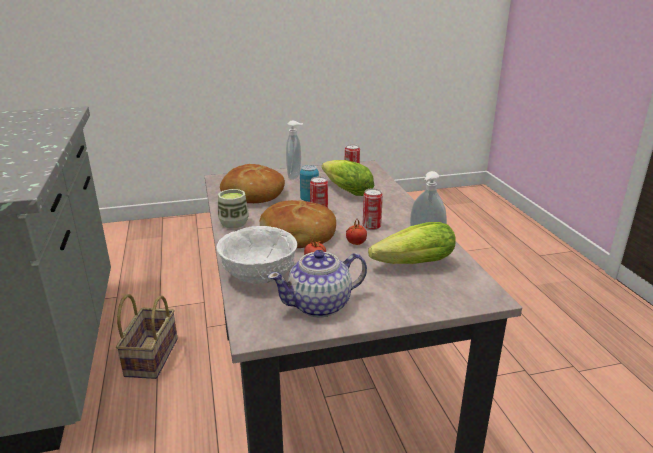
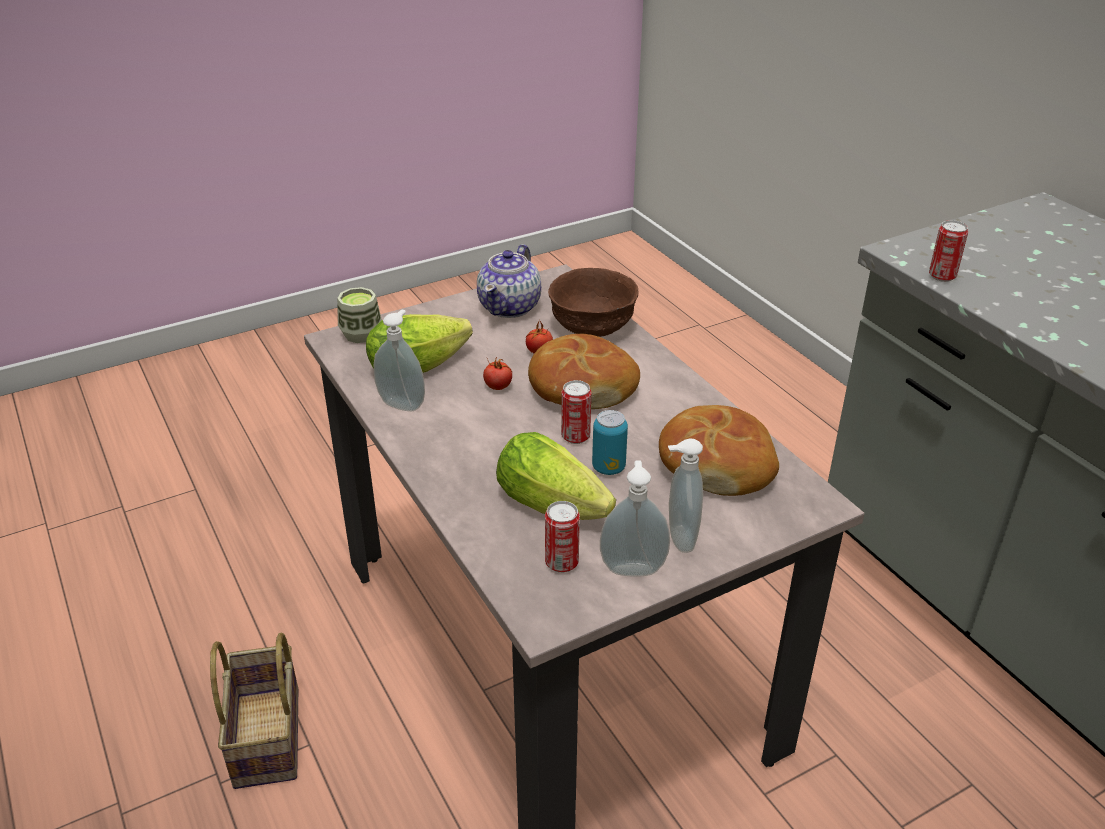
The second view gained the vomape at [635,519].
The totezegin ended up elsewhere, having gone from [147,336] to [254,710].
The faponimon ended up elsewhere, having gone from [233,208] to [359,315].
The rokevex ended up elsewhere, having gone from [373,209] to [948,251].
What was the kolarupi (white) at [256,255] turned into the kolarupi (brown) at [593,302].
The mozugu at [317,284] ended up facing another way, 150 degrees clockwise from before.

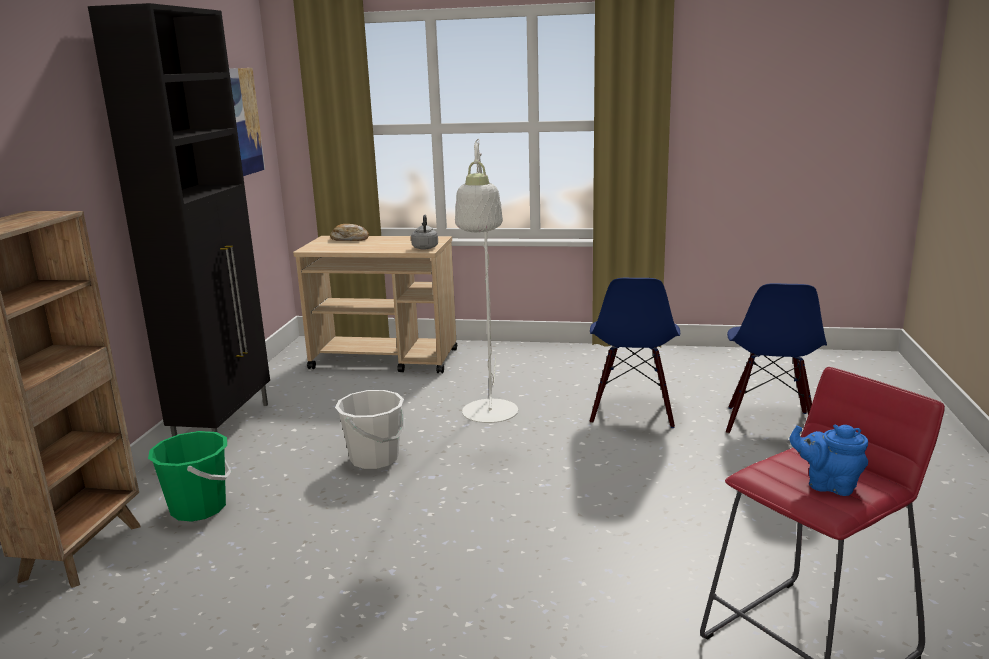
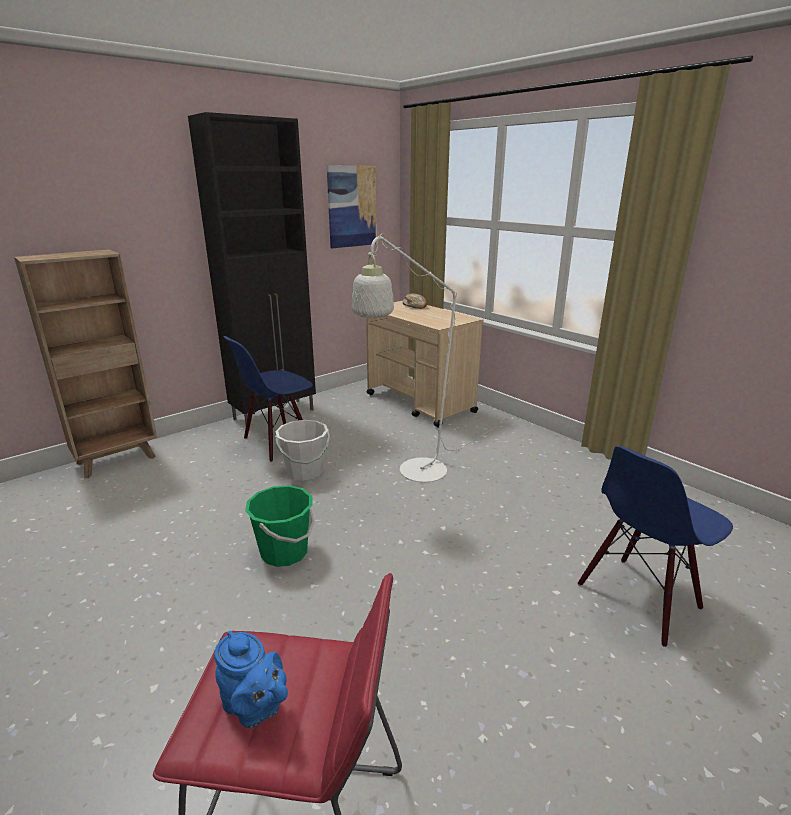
The second view lost the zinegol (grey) at [424,232].
The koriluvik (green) ended up elsewhere, having gone from [190,476] to [279,526].
The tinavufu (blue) ended up elsewhere, having gone from [634,353] to [268,399].
The mozugu (blue) at [829,460] ended up facing another way, 150 degrees clockwise from before.

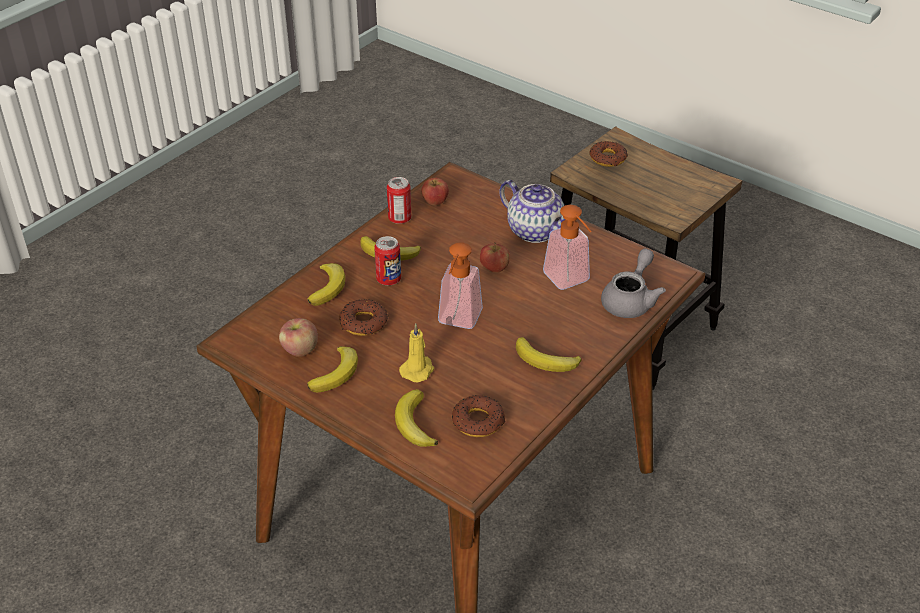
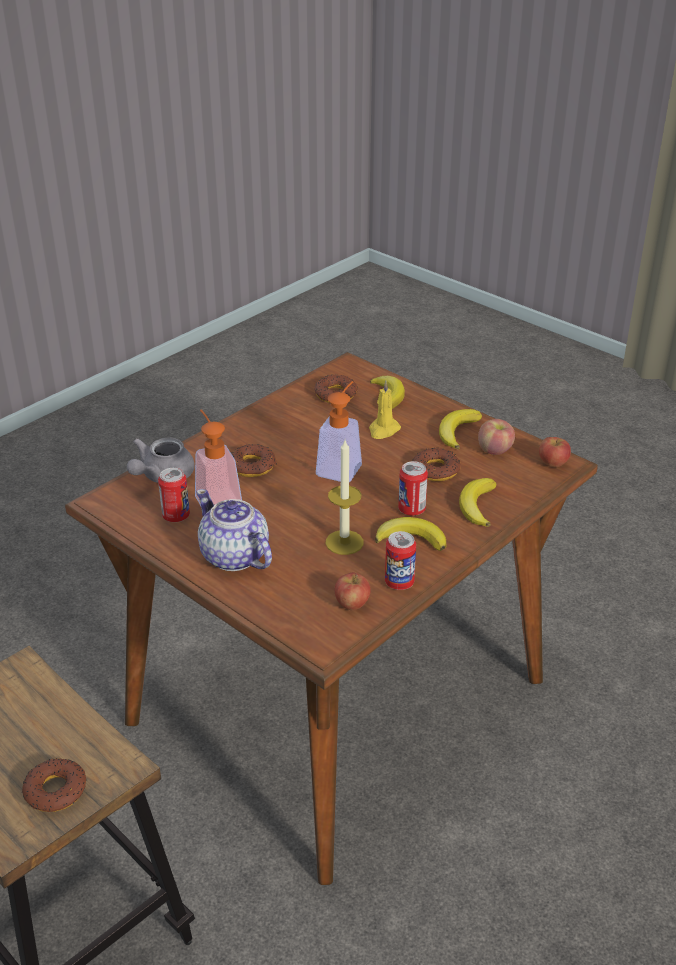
The second view lost the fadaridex at [549,354].
The second view gained the rokevex at [174,495].
The second view gained the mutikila at [254,460].
The second view gained the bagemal at [344,497].
The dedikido ended up elsewhere, having gone from [495,257] to [555,452].

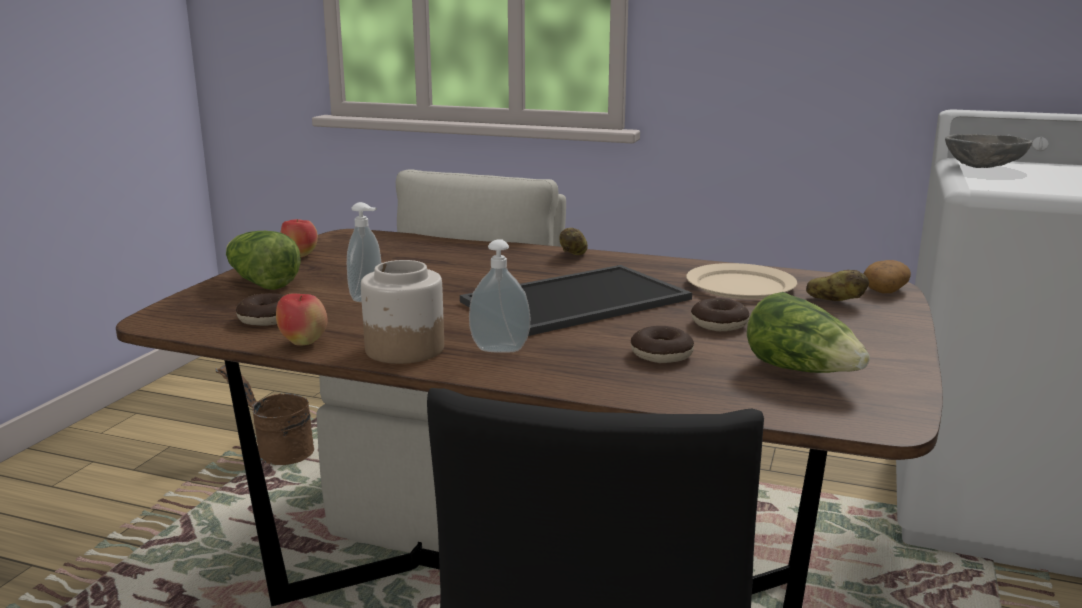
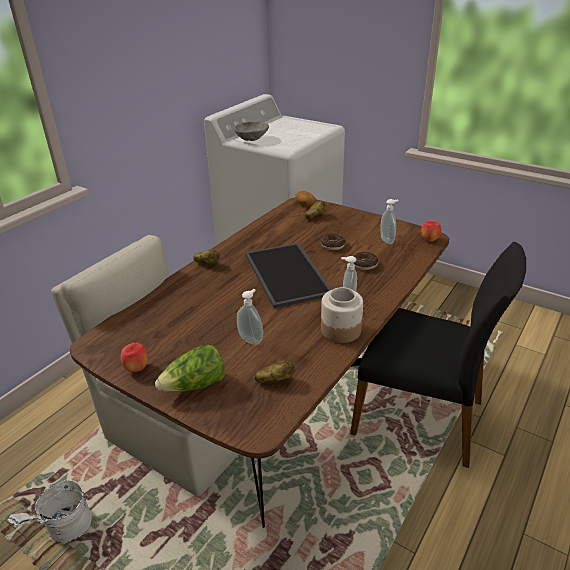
The second view lost the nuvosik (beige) at [741,281].
The dedikido ended up elsewhere, having gone from [302,319] to [431,231].
Where the mutikila stood at [260,309], the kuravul came to stand at [274,371].
Where the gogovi stood at [808,332], the vomape came to stand at [389,221].
What was the koriluvik (brown) at [264,415] turned into the koriluvik (white) at [50,512].

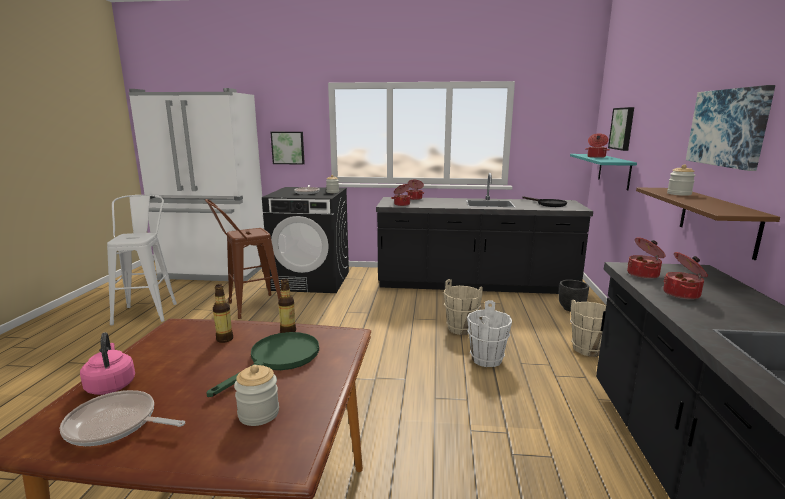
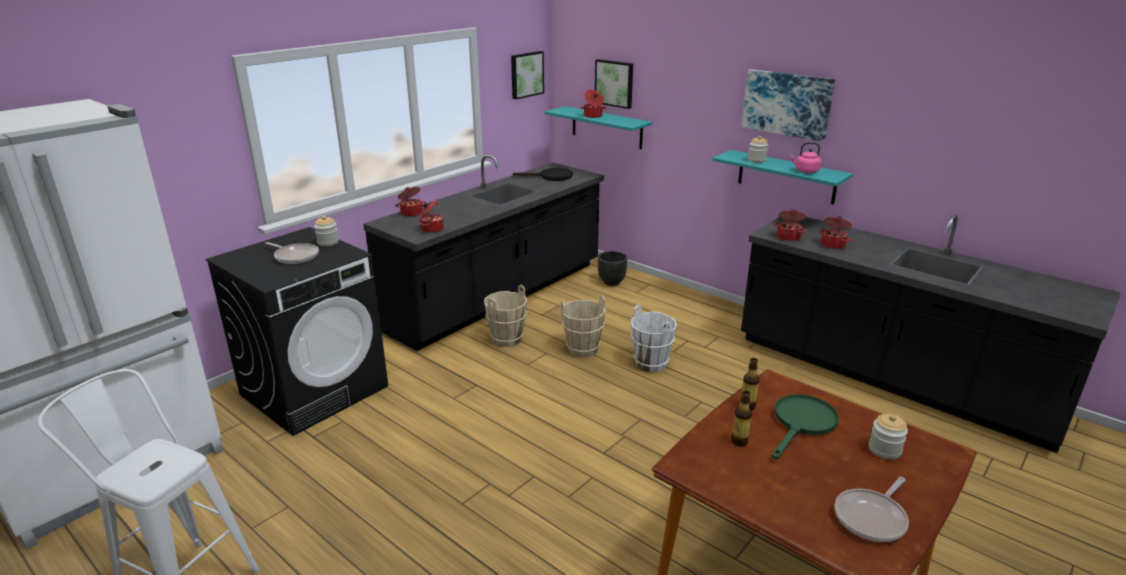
The second view lost the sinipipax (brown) at [243,259].
The zinegol (pink) ended up elsewhere, having gone from [107,363] to [805,157].
The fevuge ended up elsewhere, having gone from [287,148] to [527,75].
The koriluvik (beige) ended up elsewhere, having gone from [588,328] to [505,316].
What was the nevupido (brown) at [708,223] turned into the nevupido (turquoise) at [782,177].
The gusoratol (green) at [262,364] ended up facing another way, 60 degrees clockwise from before.

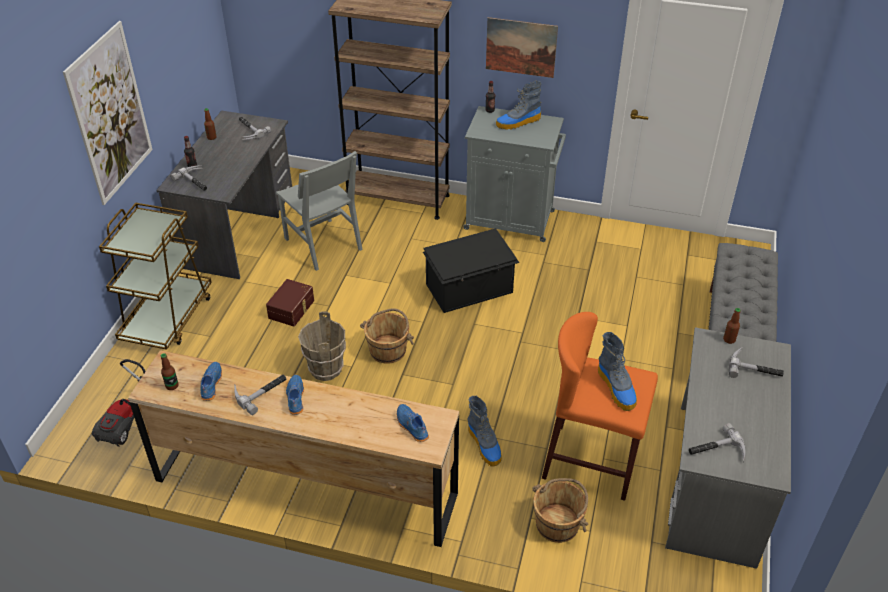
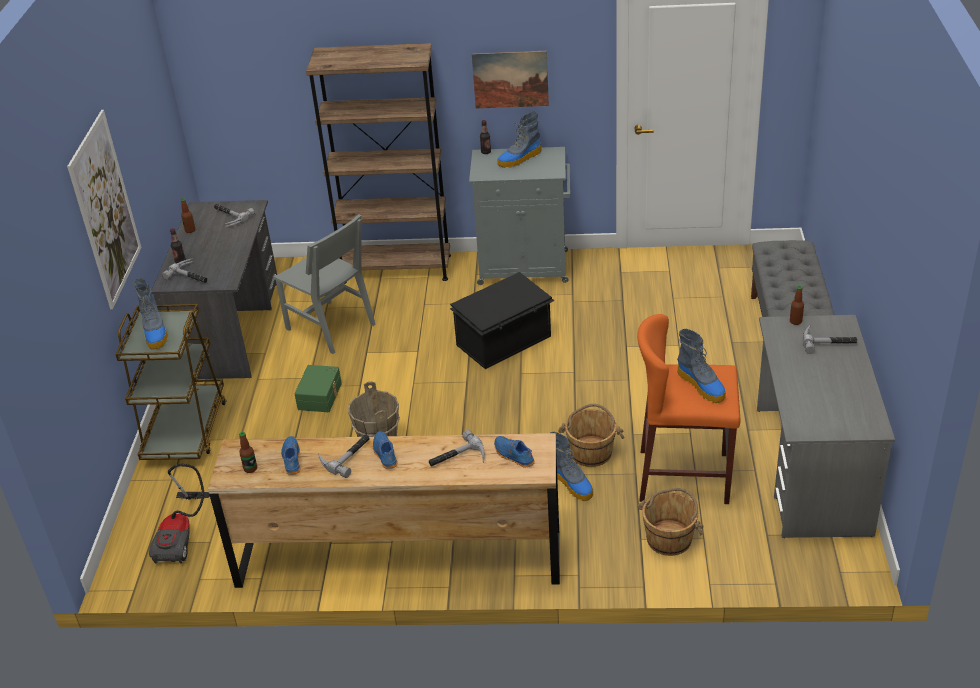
The second view gained the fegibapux at [150,314].
The koriluvik (brown) ended up elsewhere, having gone from [387,336] to [591,435].
The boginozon ended up elsewhere, having gone from [717,442] to [457,448].
What was the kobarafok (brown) at [290,303] turned into the kobarafok (green) at [318,388].

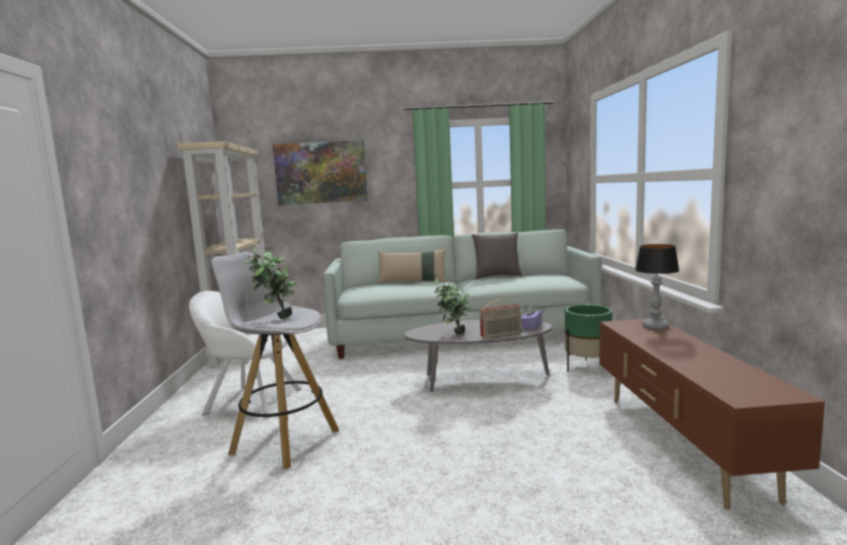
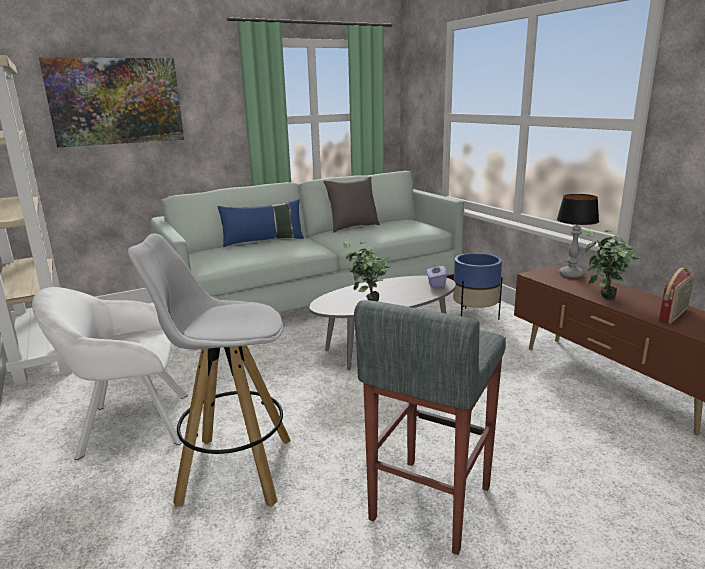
The second view gained the sinipipax (grey) at [430,427].
The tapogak ended up elsewhere, having gone from [270,283] to [612,264].
The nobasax ended up elsewhere, having gone from [500,319] to [676,296].
What was the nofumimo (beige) at [412,266] turned into the nofumimo (blue) at [260,223].
What was the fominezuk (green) at [588,338] turned into the fominezuk (blue) at [477,286].

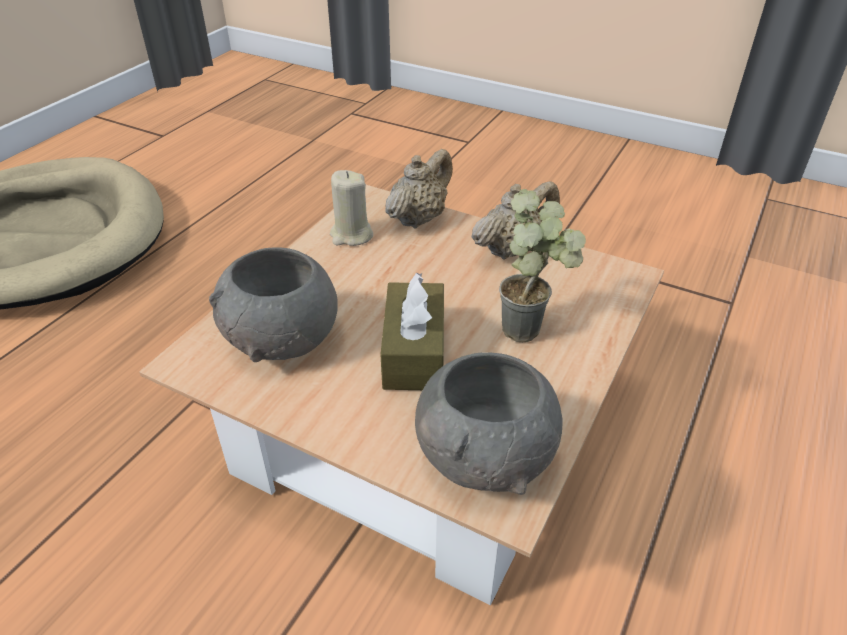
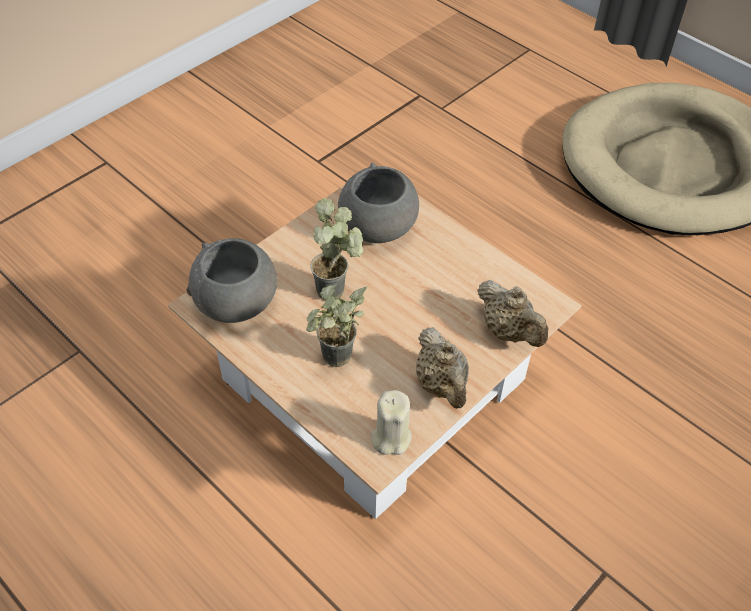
The bagemal (beige) ended up elsewhere, having gone from [351,208] to [391,422].
Where the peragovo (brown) stood at [412,331], the tapogak came to stand at [336,249].

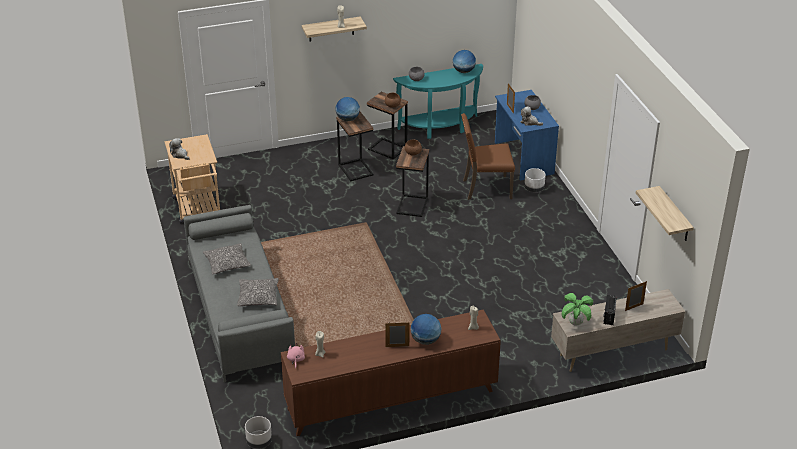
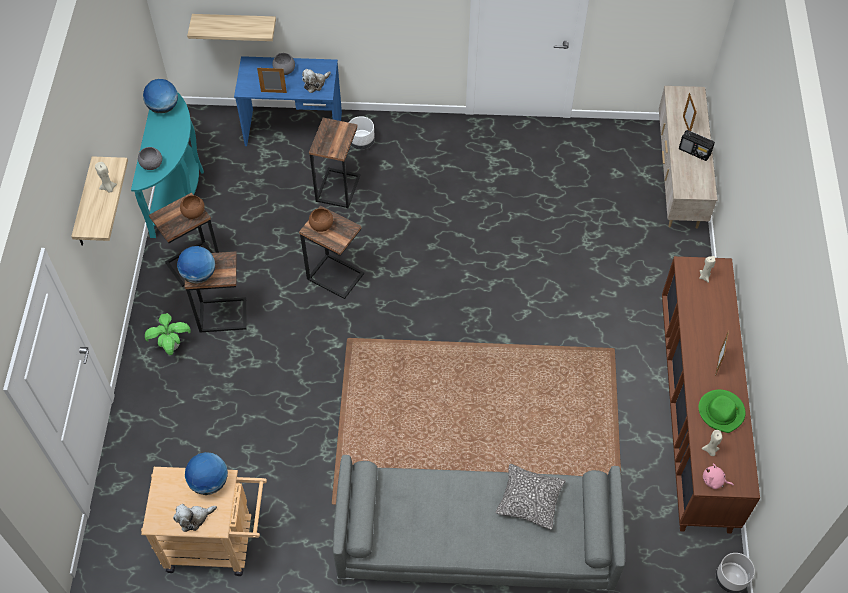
The second view lost the nofumimo at [227,258].
The second view gained the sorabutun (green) at [722,411].
The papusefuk ended up elsewhere, having gone from [426,329] to [206,473].
The tapogak ended up elsewhere, having gone from [577,309] to [167,334].
The nevupido ended up elsewhere, having gone from [665,213] to [231,27].
Where the tinavufu (brown) stood at [488,156], the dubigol came to stand at [334,163].

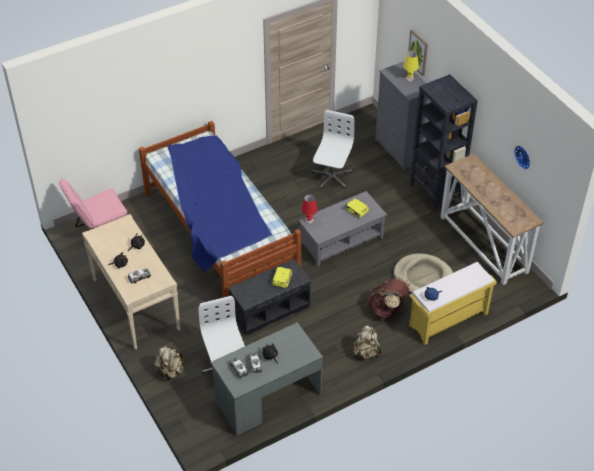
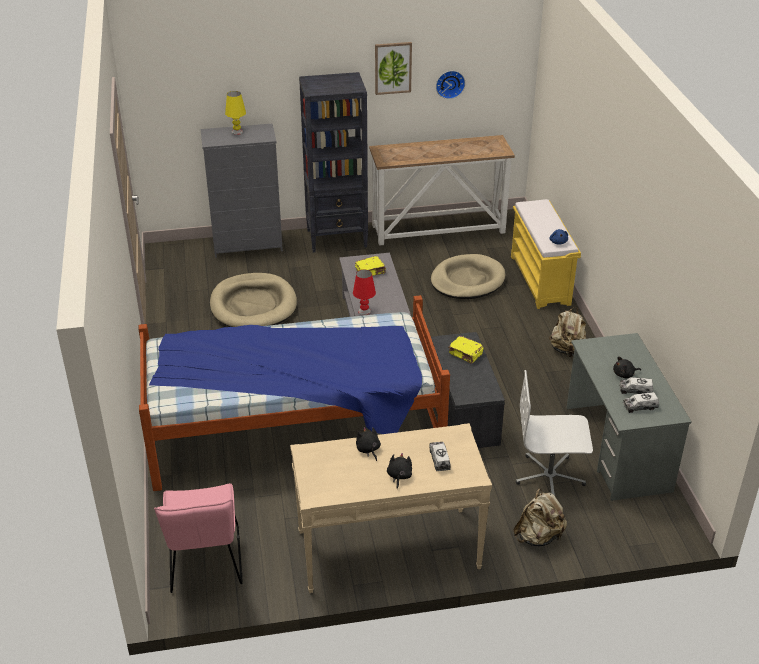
The second view lost the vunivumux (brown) at [389,298].
The fevuge ended up elsewhere, having gone from [418,53] to [393,68].
Where the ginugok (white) stood at [333,149], the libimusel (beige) came to stand at [253,300].

